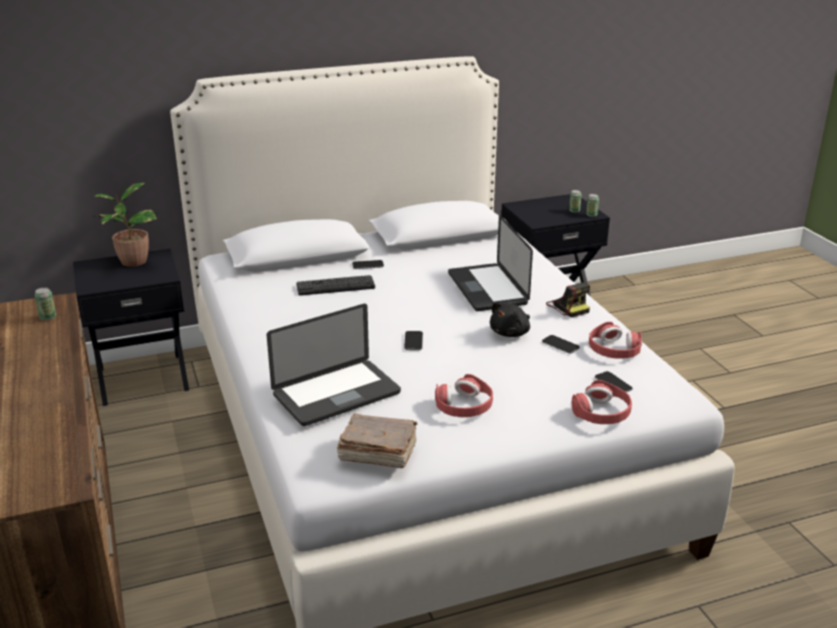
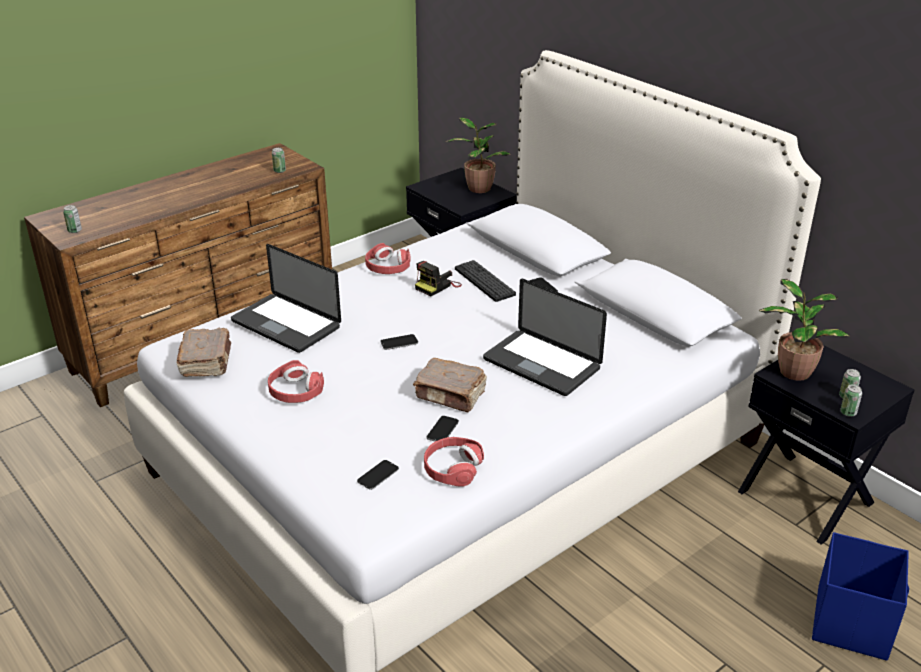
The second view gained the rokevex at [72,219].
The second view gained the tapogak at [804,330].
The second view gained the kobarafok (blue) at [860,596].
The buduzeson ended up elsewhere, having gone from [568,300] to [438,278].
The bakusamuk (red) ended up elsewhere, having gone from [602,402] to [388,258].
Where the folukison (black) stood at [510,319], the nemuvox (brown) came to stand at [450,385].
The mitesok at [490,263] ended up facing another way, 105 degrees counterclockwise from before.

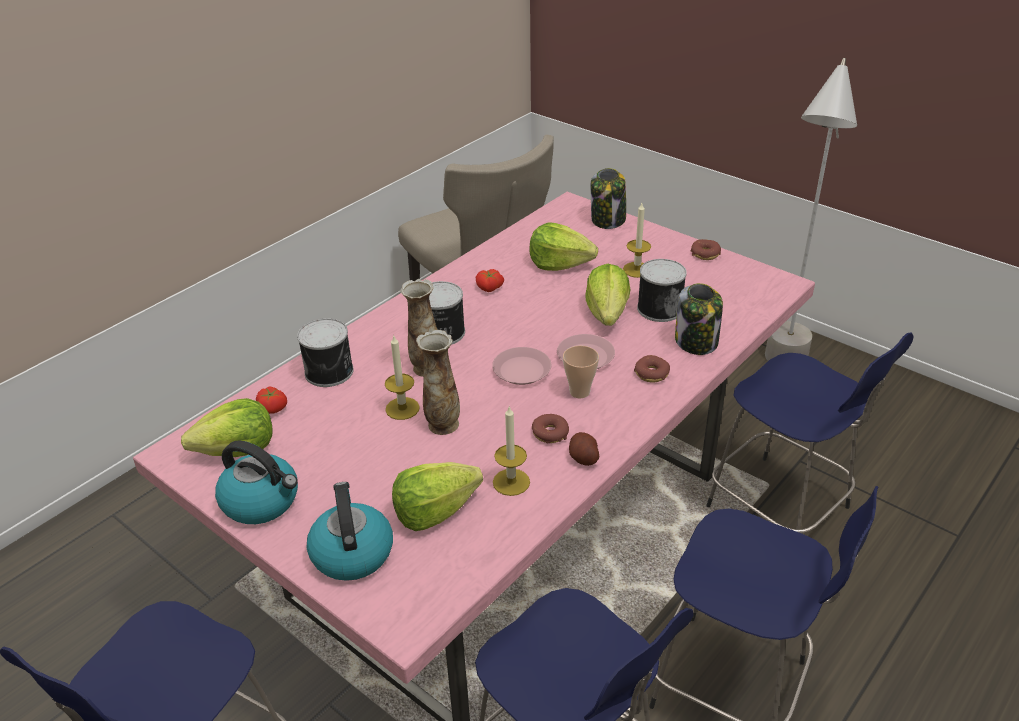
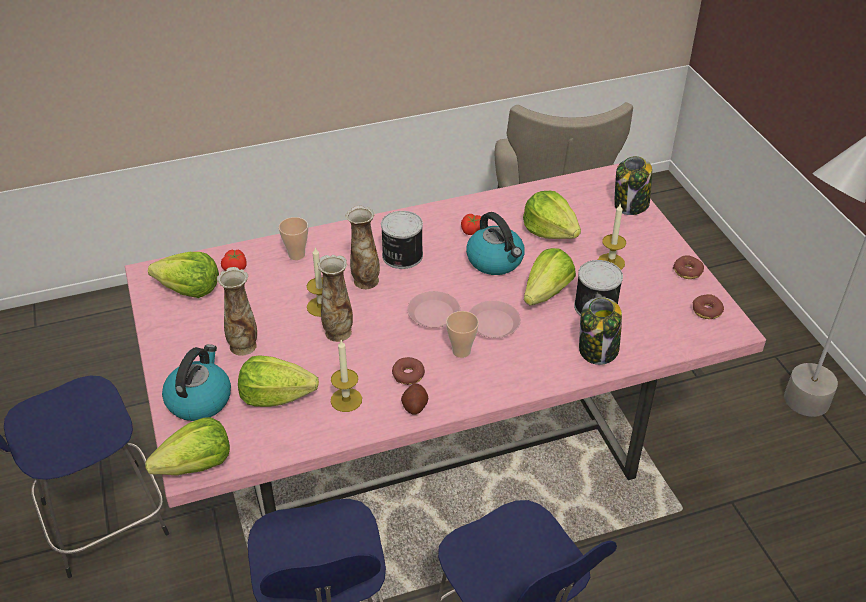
The second view lost the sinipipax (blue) at [810,433].
The second view gained the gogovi at [187,446].
The second view gained the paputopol at [237,311].
The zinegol ended up elsewhere, having gone from [256,482] to [495,243].
The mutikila ended up elsewhere, having gone from [652,369] to [708,306].
Where the rokevex stood at [325,352], the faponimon came to stand at [293,238].

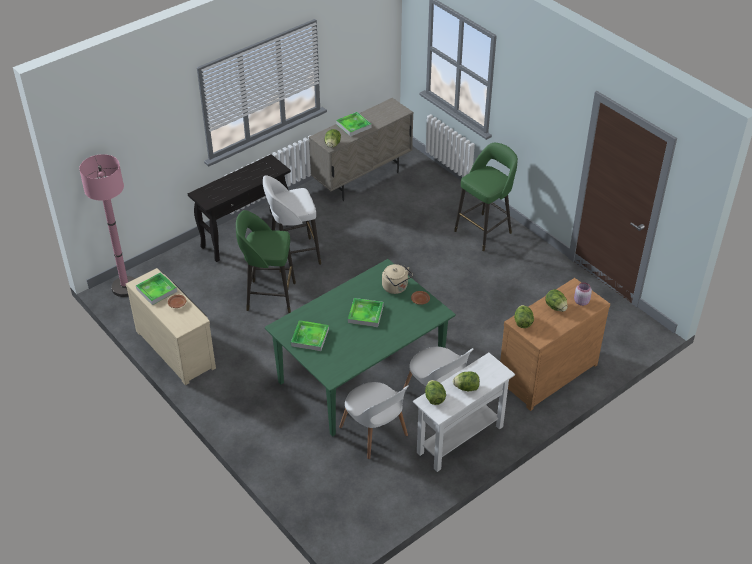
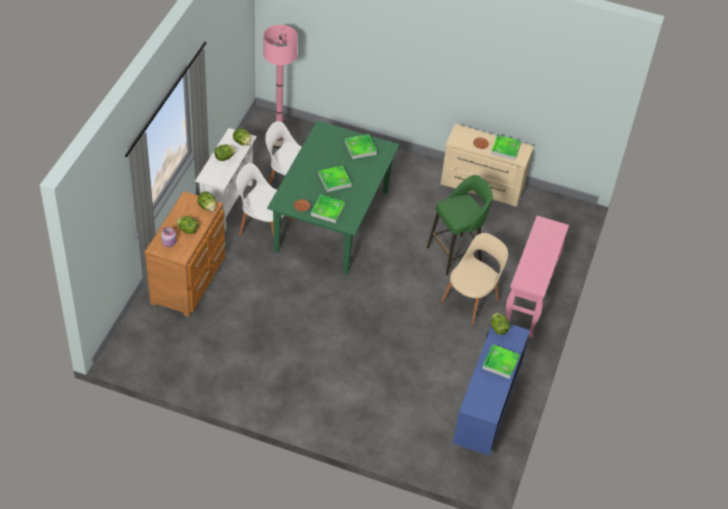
The second view lost the sinipipax (green) at [486,197].
The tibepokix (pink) ended up elsewhere, having gone from [107,225] to [280,87].
Where the sinipipax (white) stood at [292,224], the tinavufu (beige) came to stand at [474,279].
Where the zinegol (beige) stood at [397,279], the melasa came to stand at [328,209].
What was the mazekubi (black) at [239,208] turned into the mazekubi (pink) at [537,277].
What was the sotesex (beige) at [361,149] turned into the sotesex (blue) at [491,390].

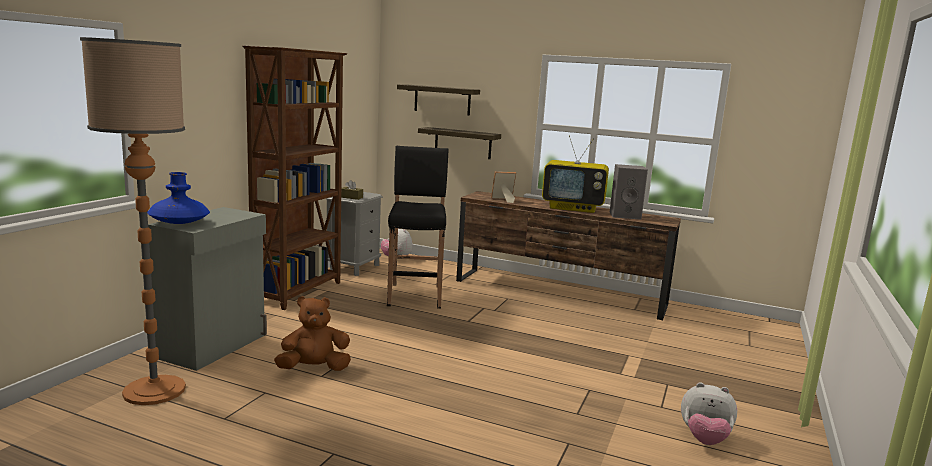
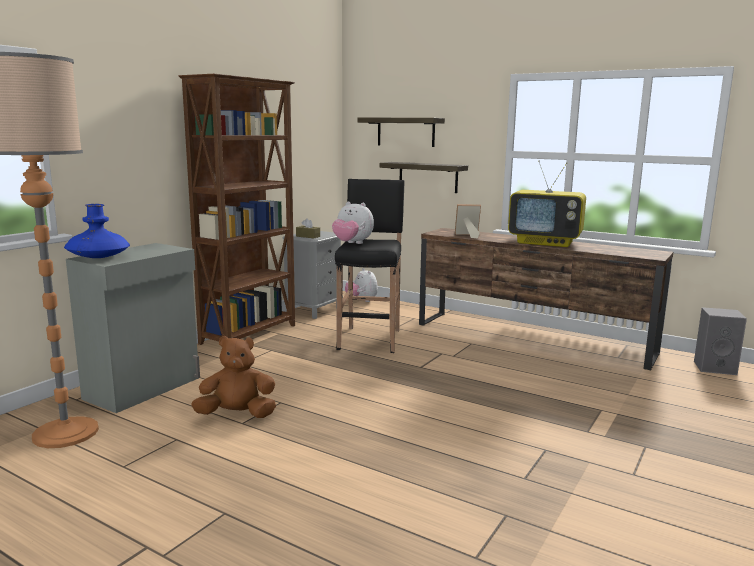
The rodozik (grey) ended up elsewhere, having gone from [629,192] to [720,341].
The folukison ended up elsewhere, having gone from [709,413] to [353,222].

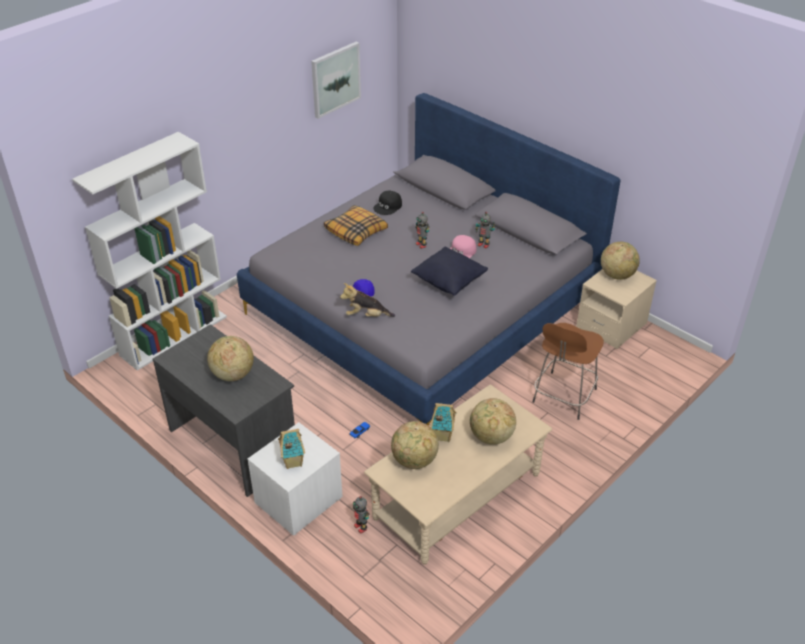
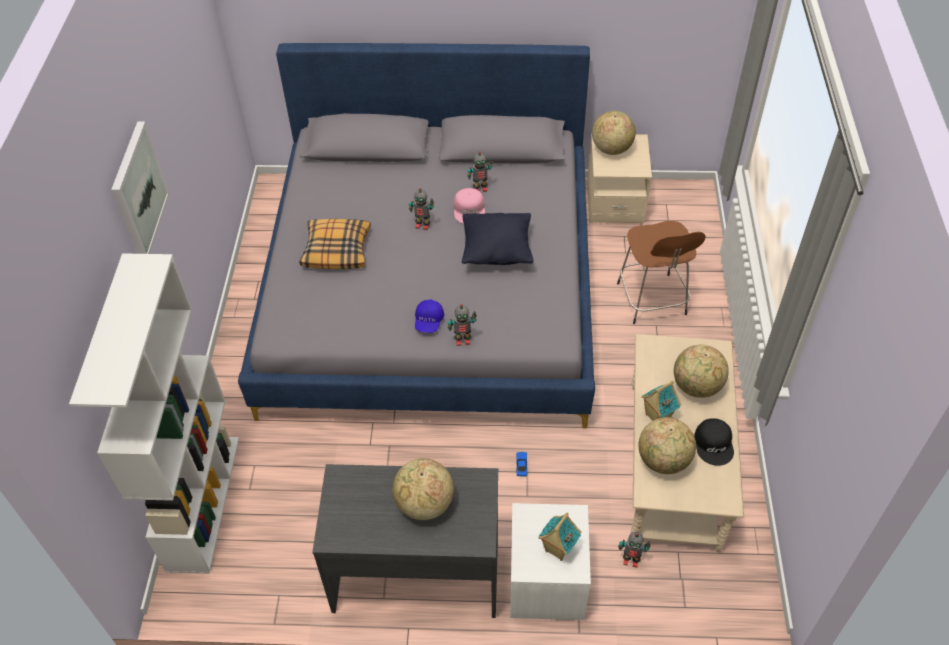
The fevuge ended up elsewhere, having gone from [336,80] to [140,187].
The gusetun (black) ended up elsewhere, having gone from [388,203] to [714,442].
Where the folukison stood at [367,300], the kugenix came to stand at [462,325].

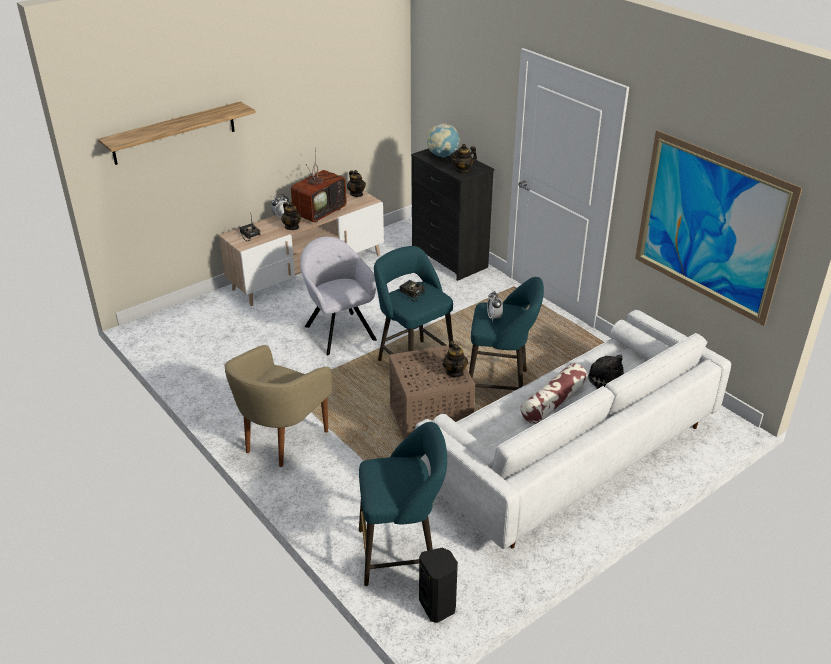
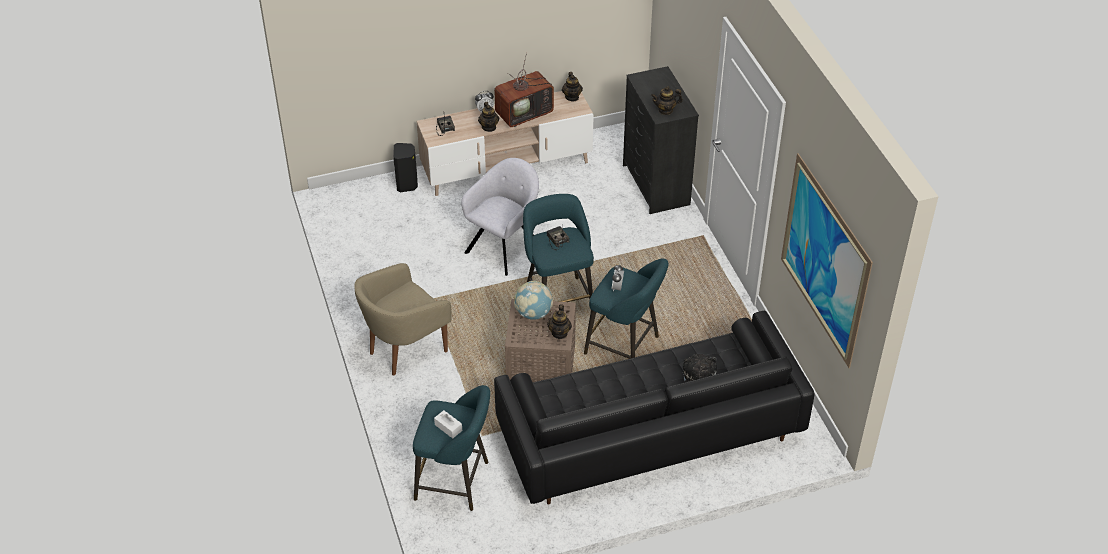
The second view lost the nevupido at [177,133].
The second view lost the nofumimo at [554,393].
The second view gained the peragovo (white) at [448,424].
The rodozik (black) ended up elsewhere, having gone from [438,585] to [406,167].
The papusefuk ended up elsewhere, having gone from [443,140] to [533,300].
What was the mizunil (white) at [573,429] turned into the mizunil (black) at [654,408].
The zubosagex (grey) at [338,296] ended up facing another way, 45 degrees clockwise from before.

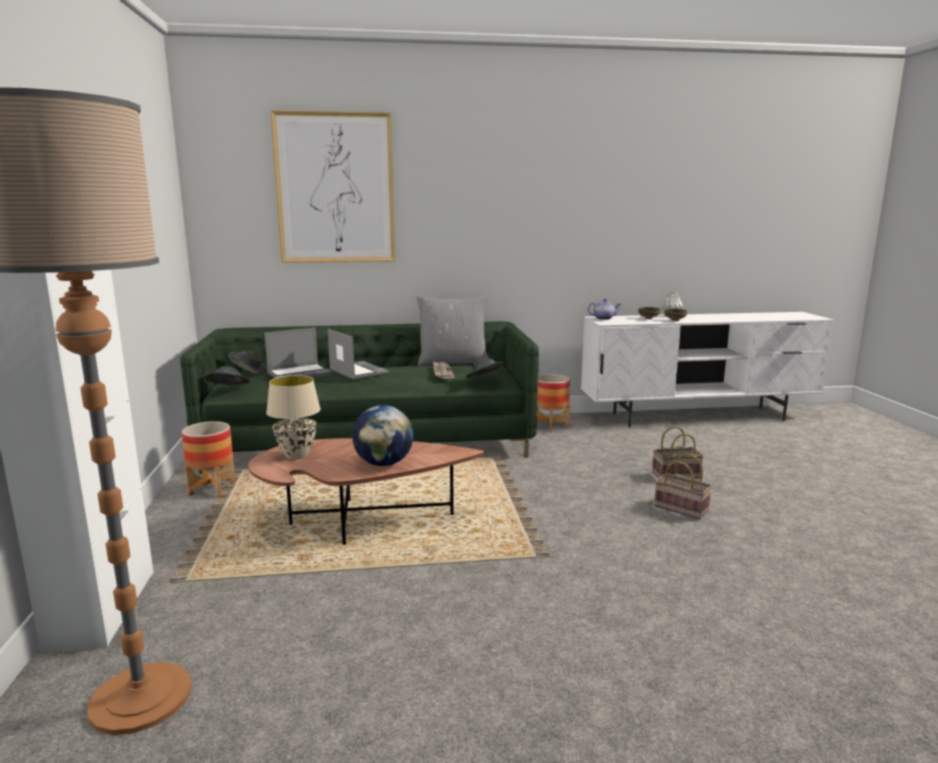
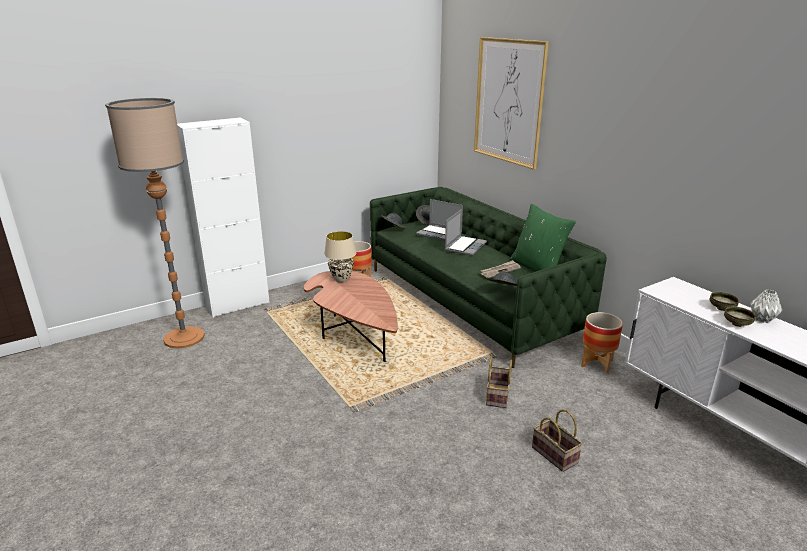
The second view lost the papusefuk at [383,435].
The second view lost the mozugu at [604,309].
The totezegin ended up elsewhere, having gone from [683,486] to [499,382].
What was the nofumimo (grey) at [452,330] turned into the nofumimo (green) at [543,238].

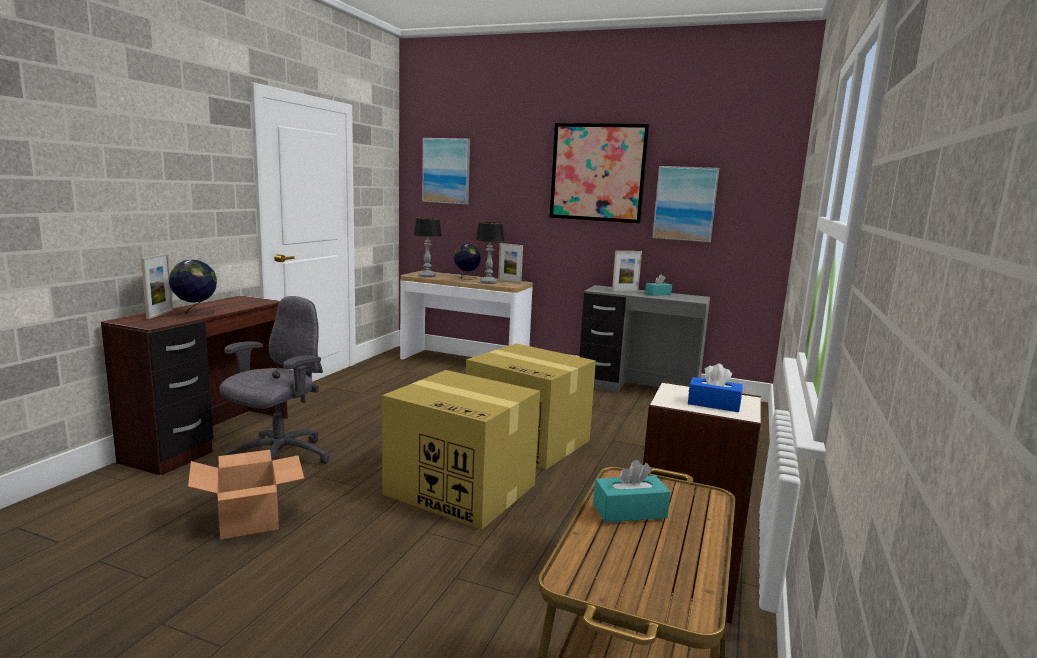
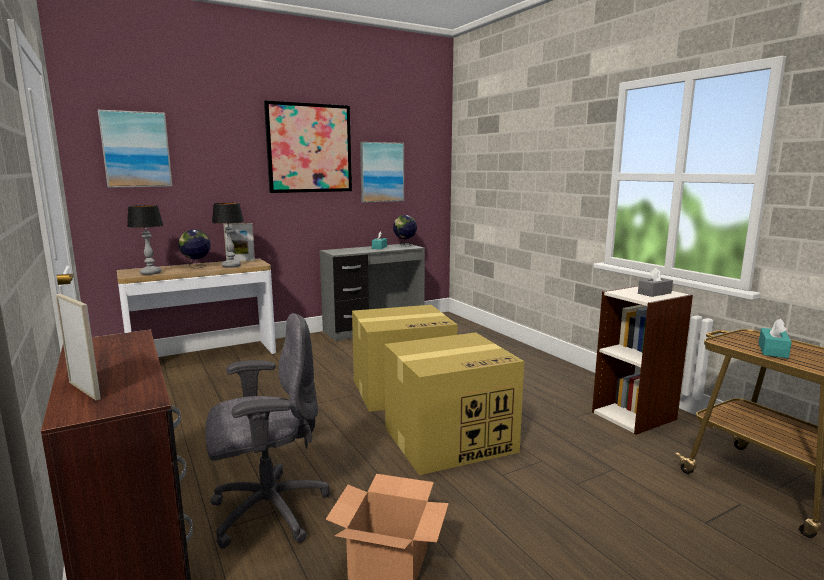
The second view lost the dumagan at [627,271].
The papusefuk ended up elsewhere, having gone from [193,288] to [405,231].
What was the peragovo (blue) at [715,388] turned into the peragovo (grey) at [655,282].
The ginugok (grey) at [274,380] ended up facing another way, 90 degrees clockwise from before.

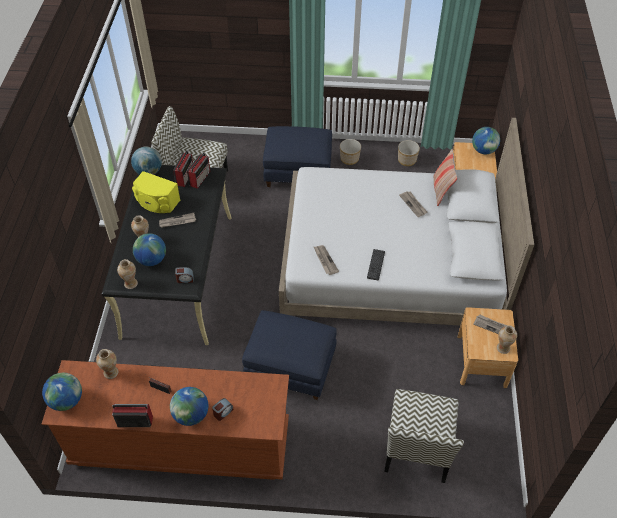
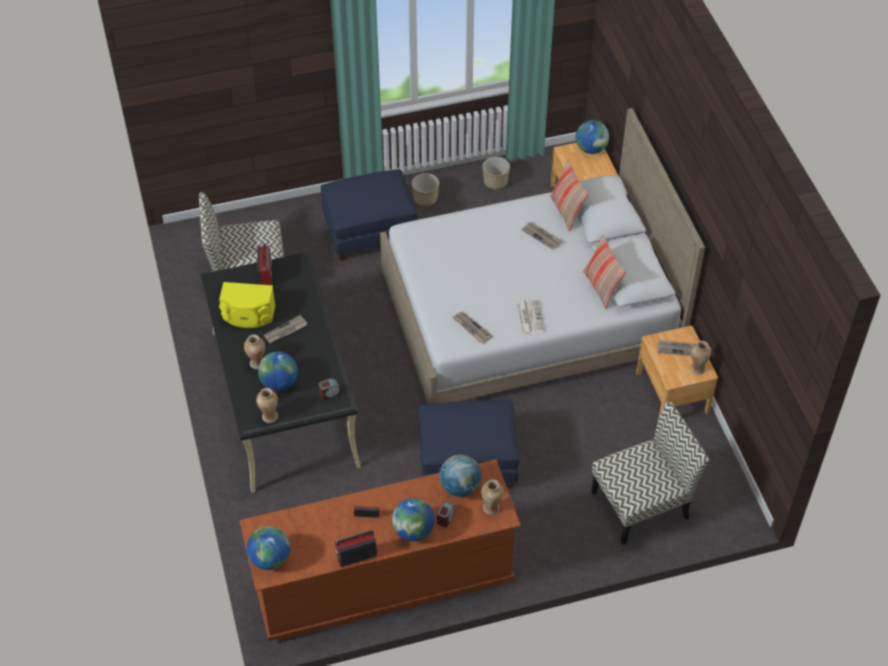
The second view lost the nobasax at [198,170].
The second view gained the nofumimo at [604,272].
The paputopol ended up elsewhere, having gone from [107,364] to [492,497].
The papusefuk ended up elsewhere, having gone from [146,161] to [460,476].
Where the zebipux stood at [376,265], the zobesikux came to stand at [531,317].
The tinavufu at [424,436] ended up facing another way, 105 degrees counterclockwise from before.

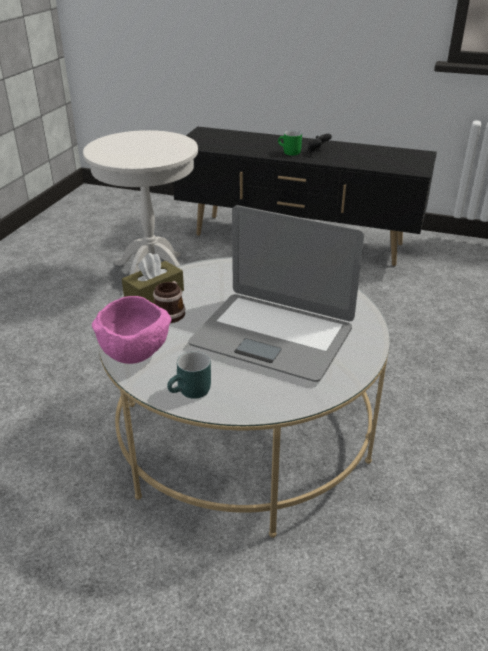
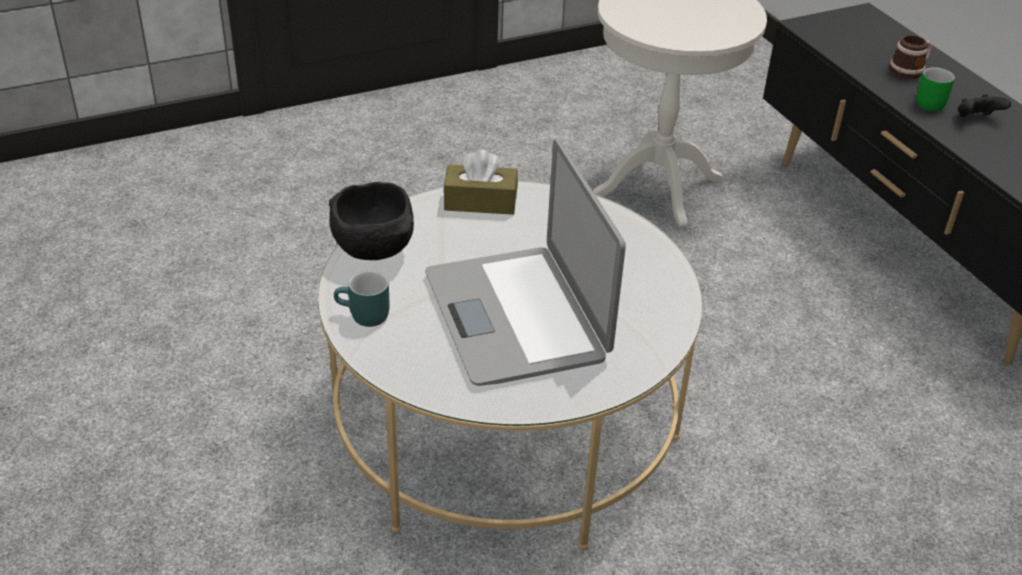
The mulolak ended up elsewhere, having gone from [169,302] to [910,57].
What was the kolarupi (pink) at [131,330] turned into the kolarupi (black) at [371,221].

